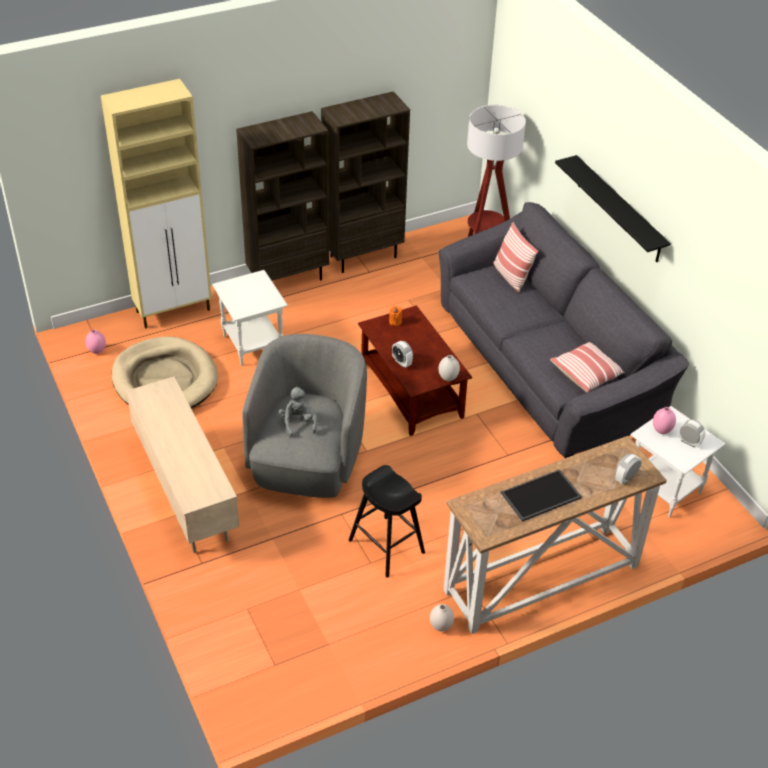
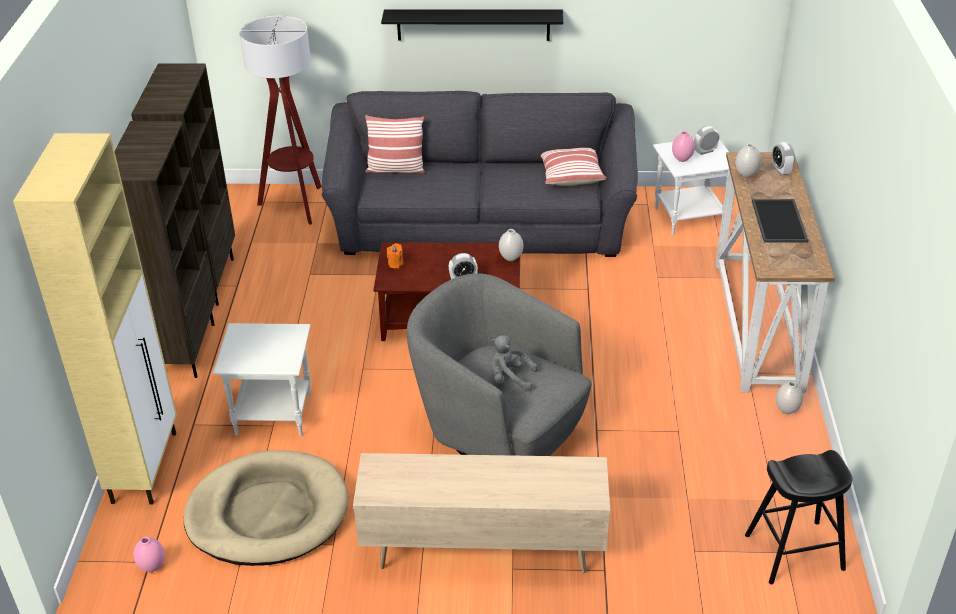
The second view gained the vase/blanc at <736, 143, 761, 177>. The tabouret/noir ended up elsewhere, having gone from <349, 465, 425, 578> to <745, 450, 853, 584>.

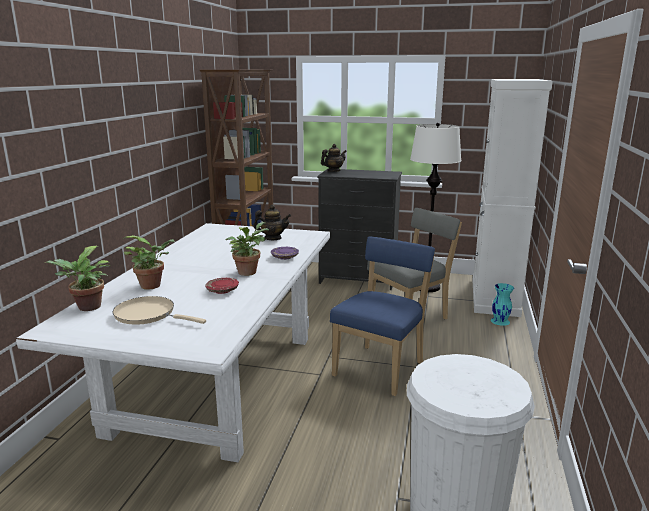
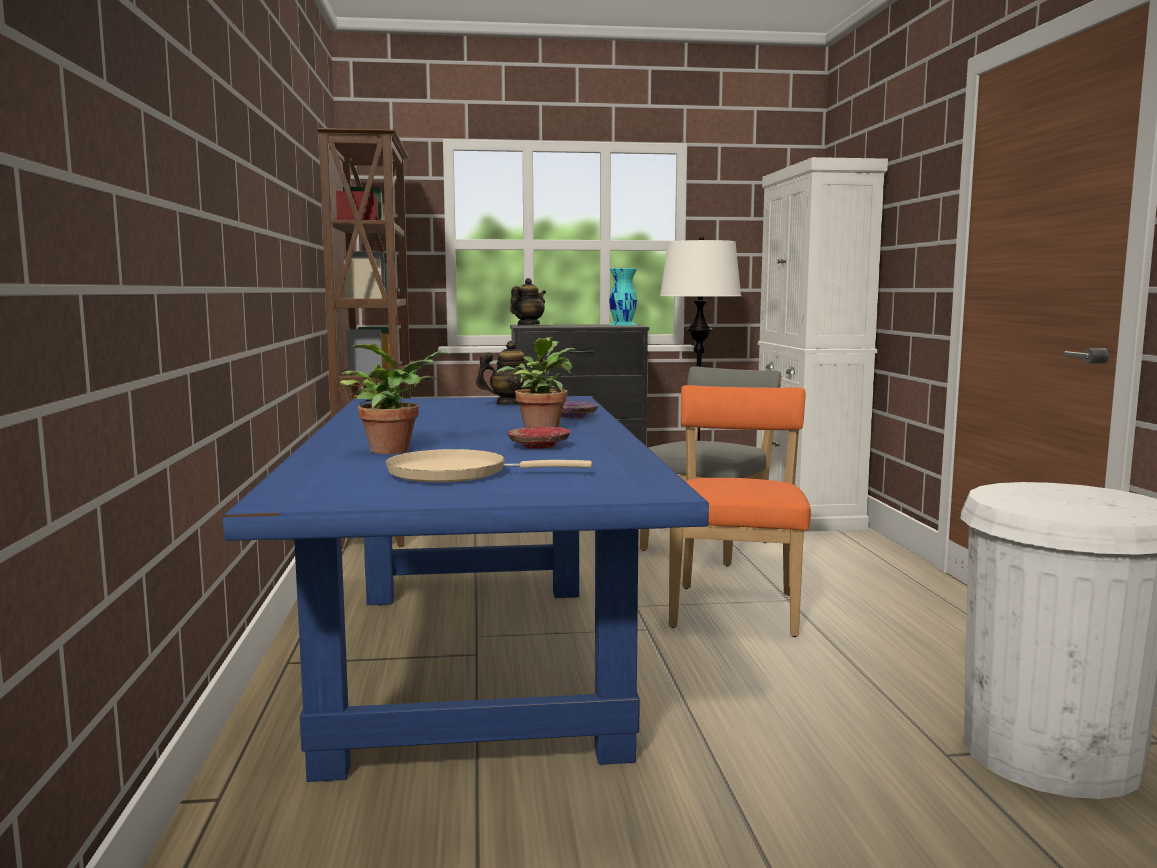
What was the table à manger/blanc at <16, 223, 330, 462> turned into the table à manger/bleu at <223, 396, 709, 782>. The vase/turquoise ended up elsewhere, having gone from <491, 283, 514, 326> to <609, 268, 637, 326>. What was the chaise/bleu at <330, 236, 435, 396> turned into the chaise/orange at <669, 385, 811, 637>. The second view lost the plante en pot at <45, 246, 110, 311>.

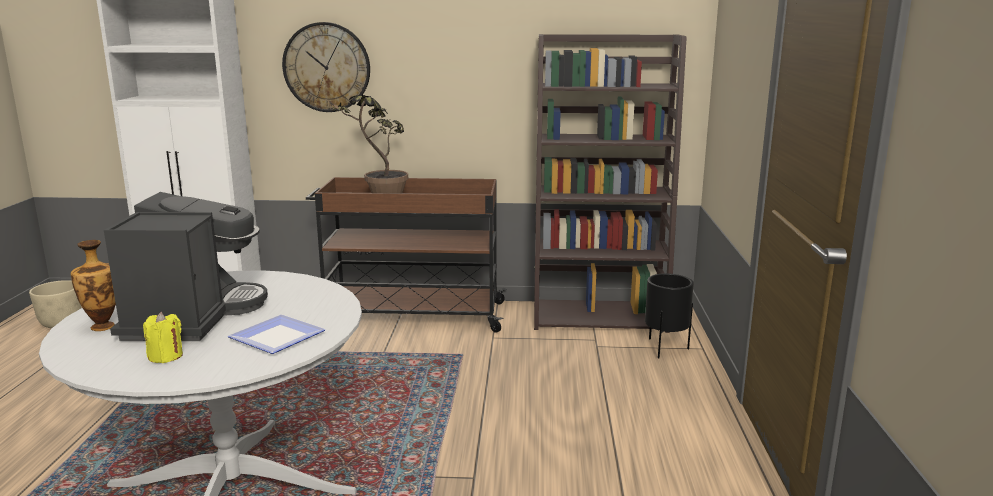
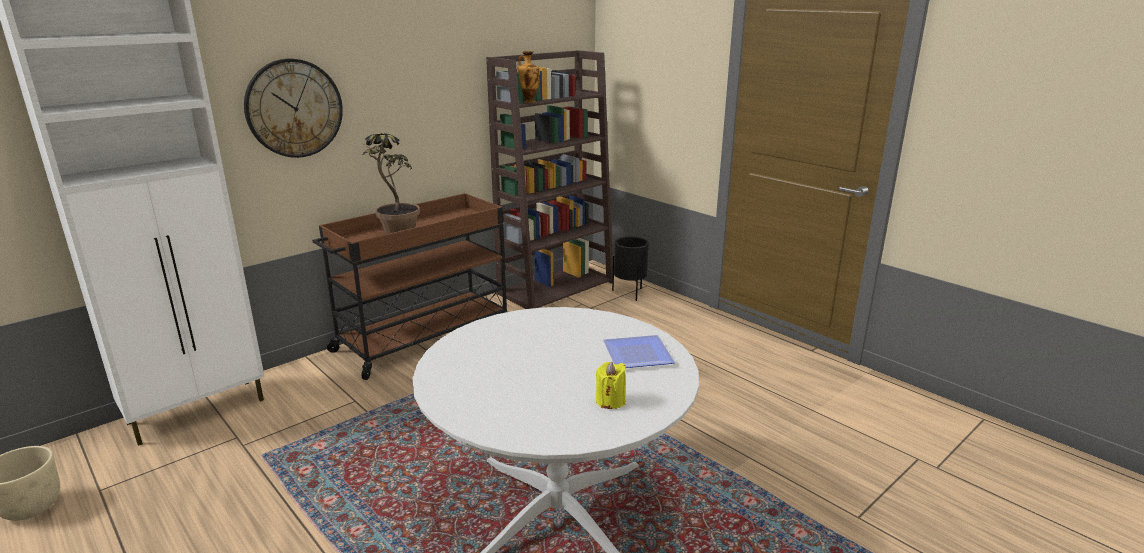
The vase ended up elsewhere, having gone from <71, 240, 116, 331> to <517, 51, 540, 103>. The second view lost the machine à café at <104, 192, 268, 341>.

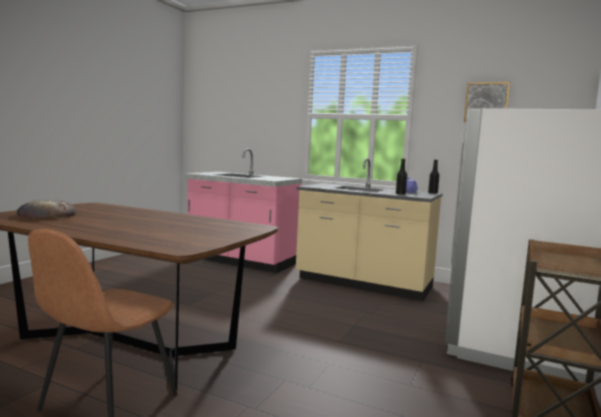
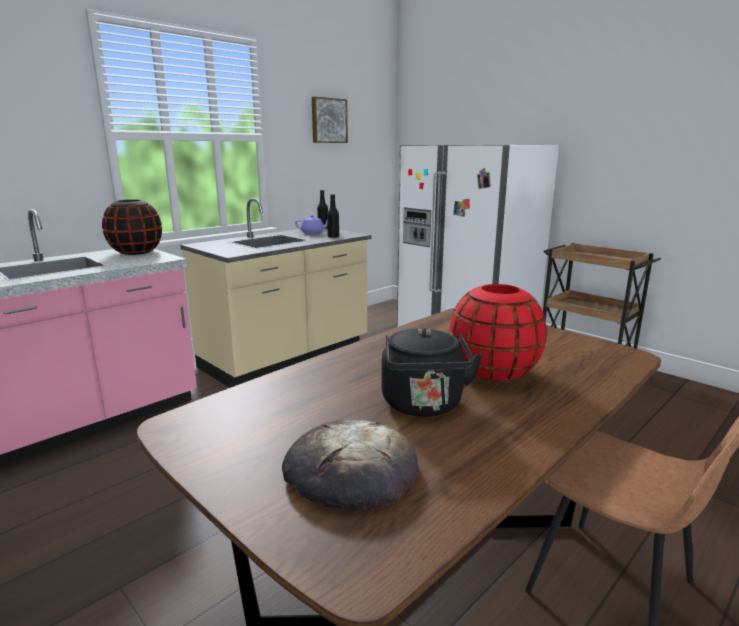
The second view gained the vase/noir at <102, 200, 162, 255>. The second view gained the bouilloire/noir at <381, 328, 482, 417>. The second view gained the vase/rouge at <449, 284, 547, 381>.

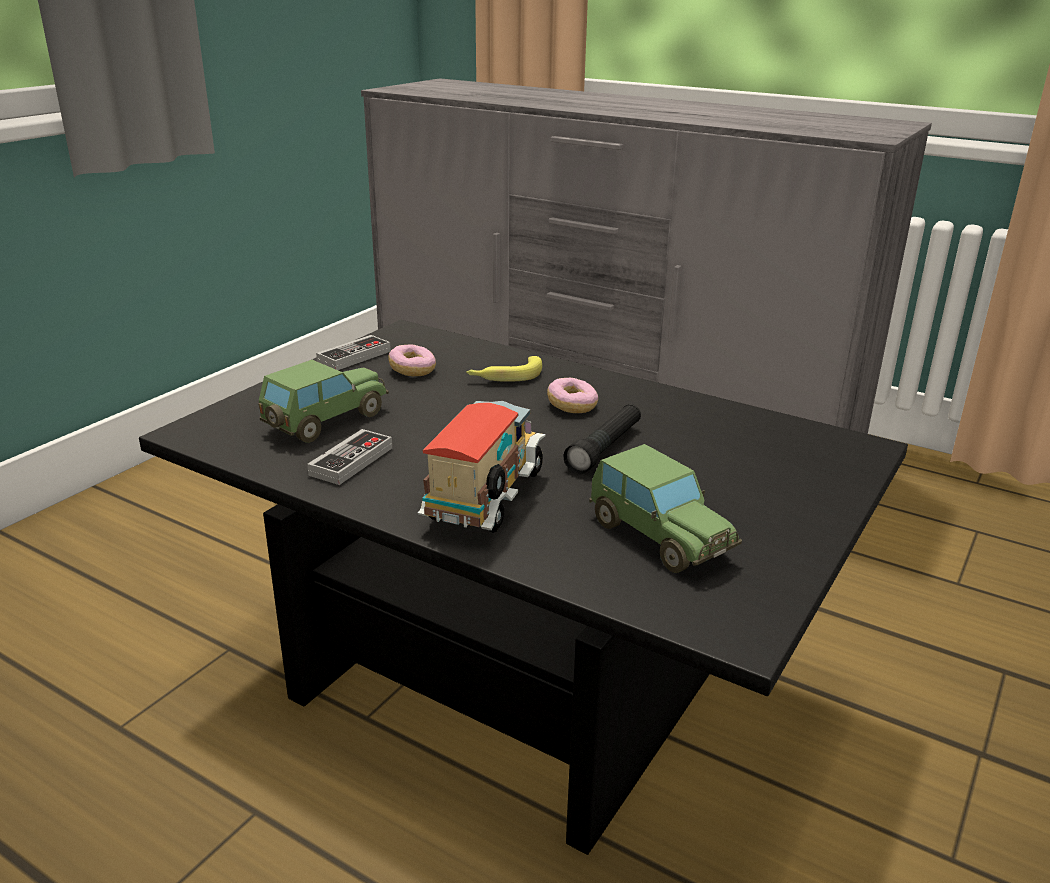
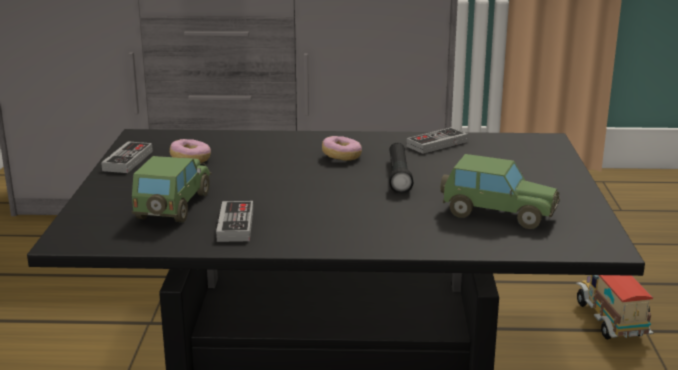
The second view gained the manette at <406, 127, 468, 154>. The camion jouet ended up elsewhere, having gone from <418, 401, 546, 533> to <576, 275, 653, 340>. The second view lost the banane at <466, 356, 542, 382>.

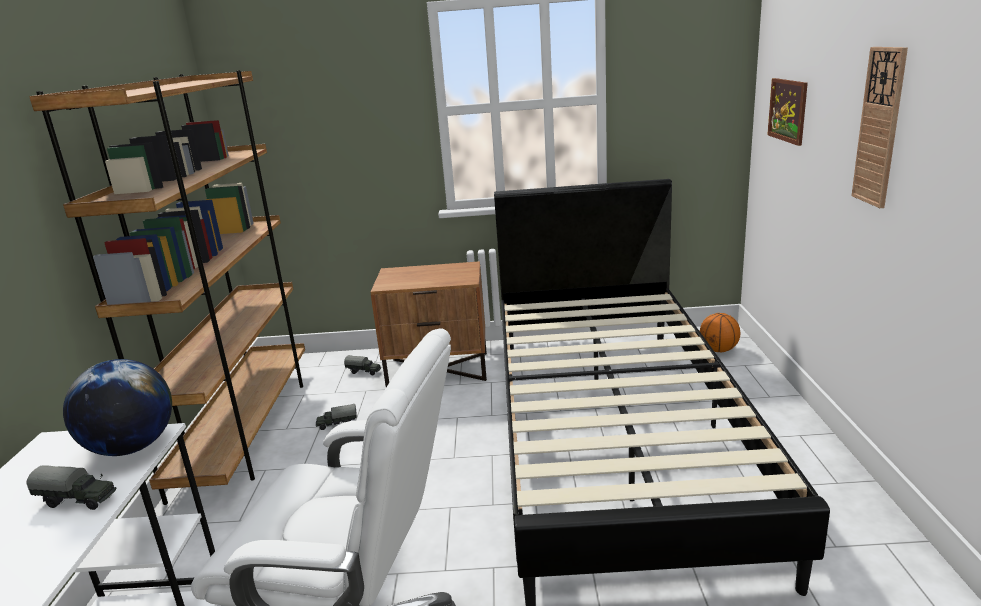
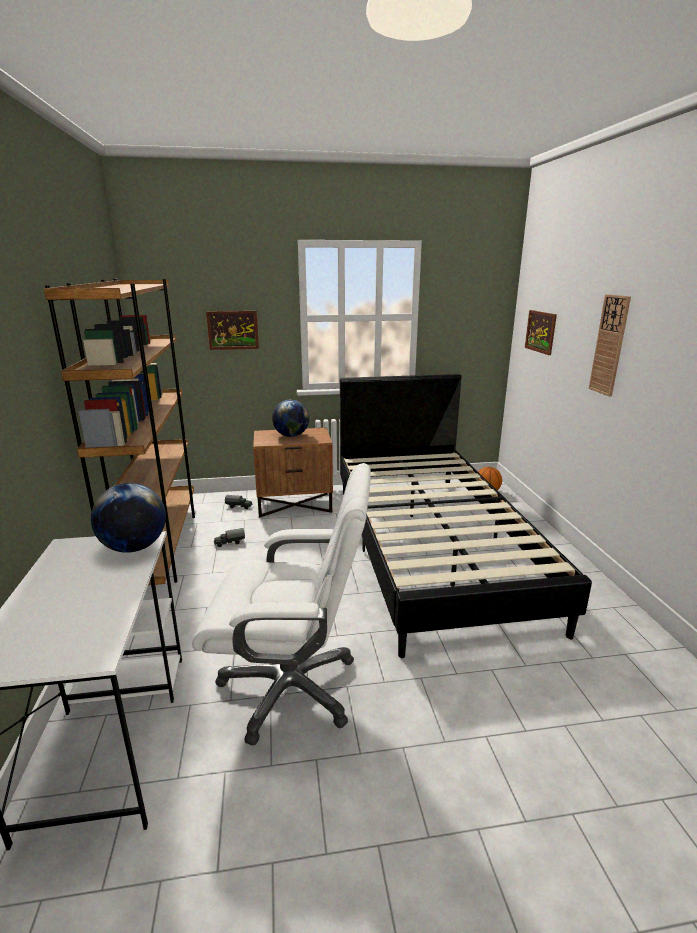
The second view gained the tableau at <206, 311, 259, 350>. The second view gained the globe at <272, 400, 309, 437>. The second view lost the camion jouet at <26, 465, 117, 510>.

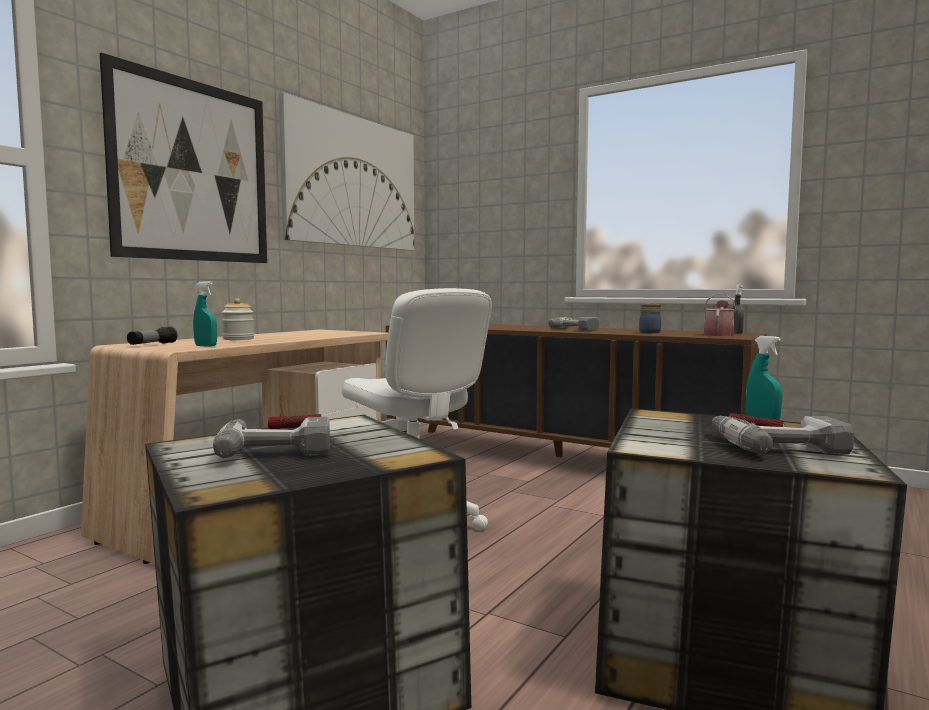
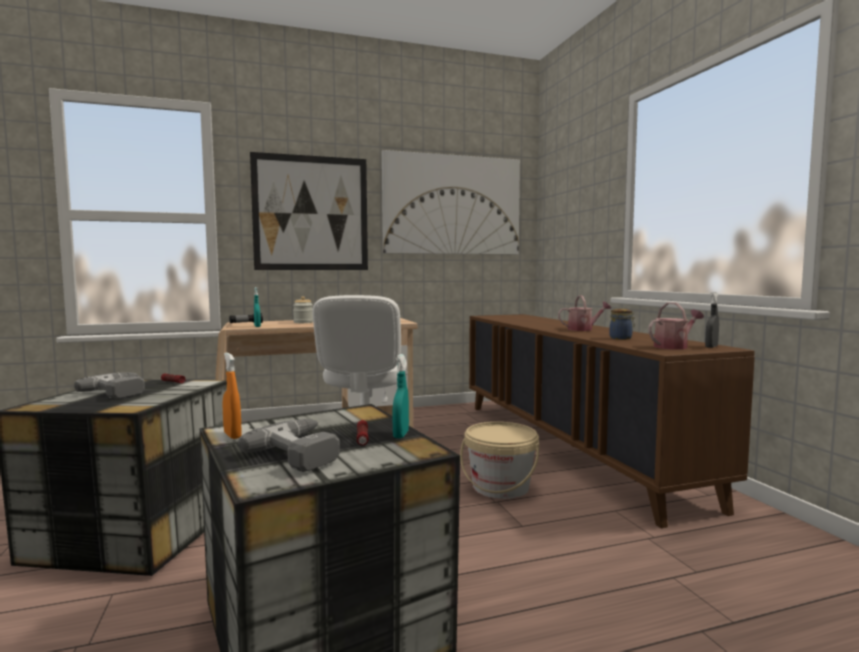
The second view gained the vaporisateur/orange at <222, 353, 241, 439>. The second view gained the seau/beige at <460, 422, 539, 499>. Where the perceuse stood at <548, 317, 599, 331>, the arrosoir came to stand at <558, 295, 611, 331>.

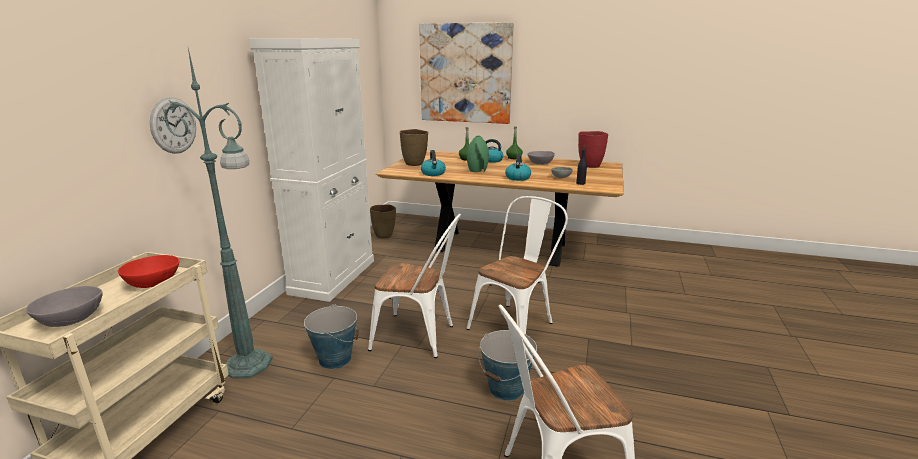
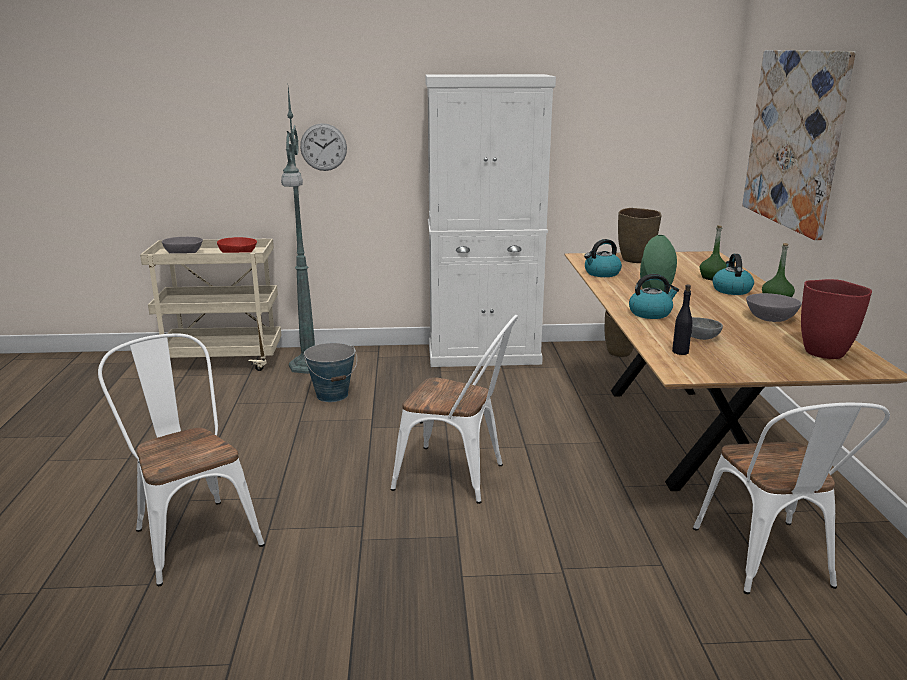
The chaise/blanc ended up elsewhere, having gone from <368, 214, 461, 358> to <693, 403, 890, 594>. The second view lost the seau at <479, 330, 537, 401>.

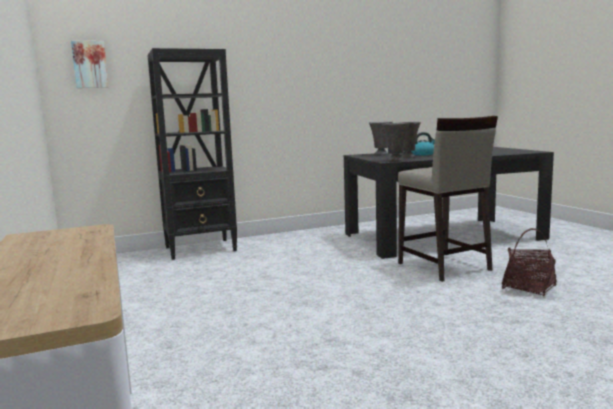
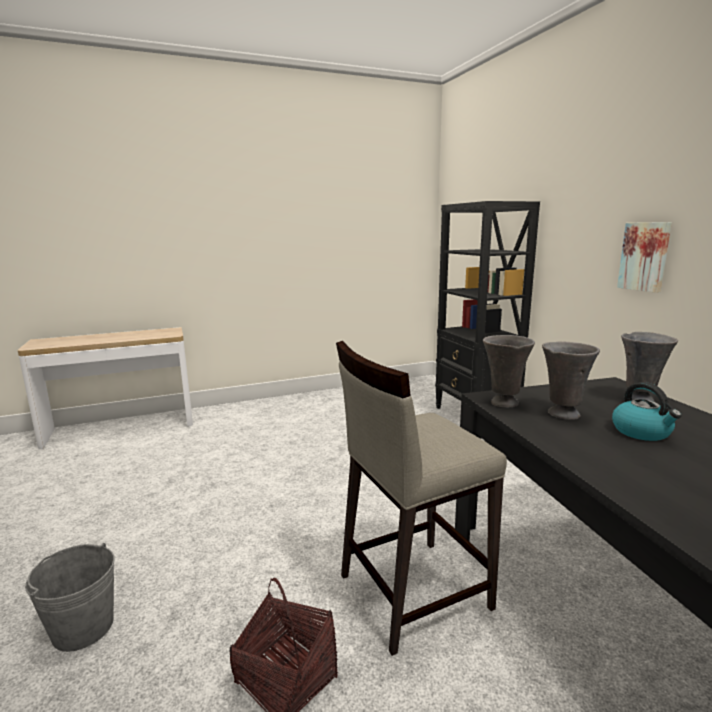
The second view gained the seau/gris at <25, 543, 115, 652>. The tableau ended up elsewhere, having gone from <71, 40, 109, 88> to <617, 222, 672, 293>.

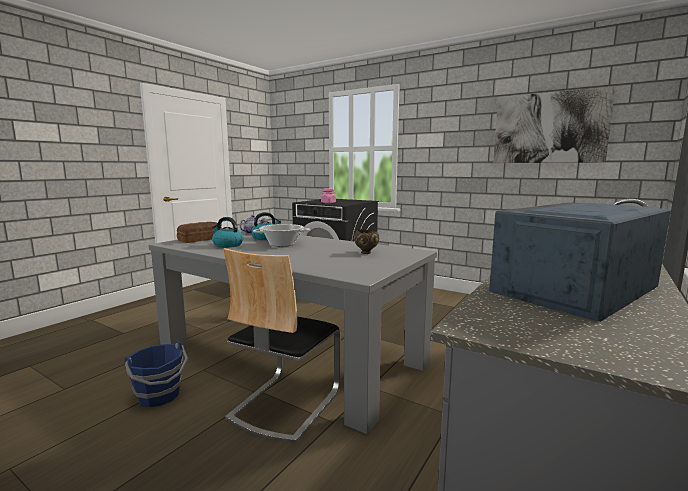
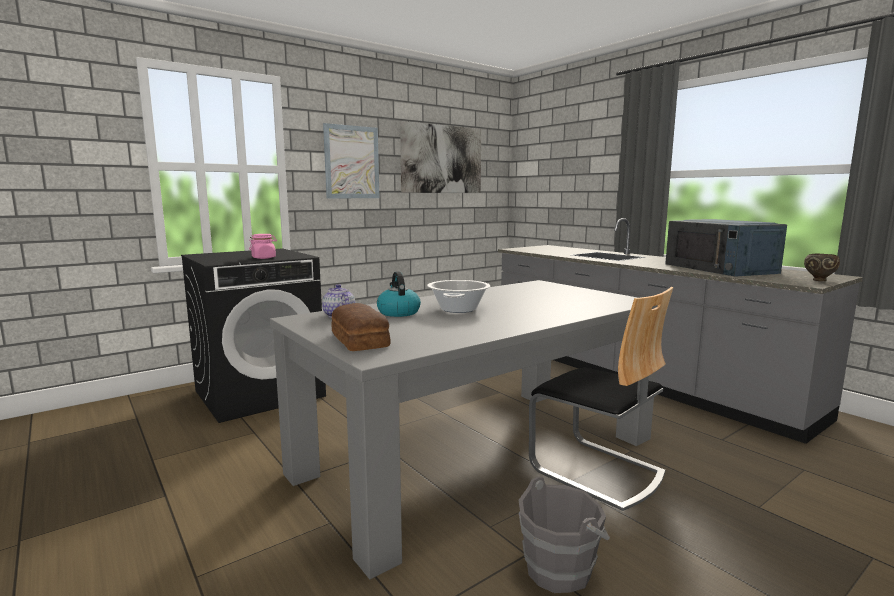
The second view gained the tableau at <323, 123, 380, 198>. What was the seau/bleu at <125, 341, 188, 407> turned into the seau/gris at <519, 477, 610, 593>. The bol/marron ended up elsewhere, having gone from <354, 230, 379, 254> to <804, 253, 840, 281>. The second view lost the bouilloire at <212, 217, 243, 248>.

